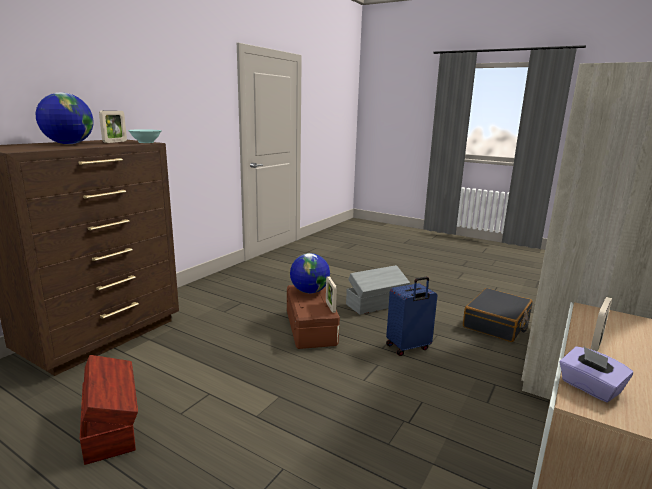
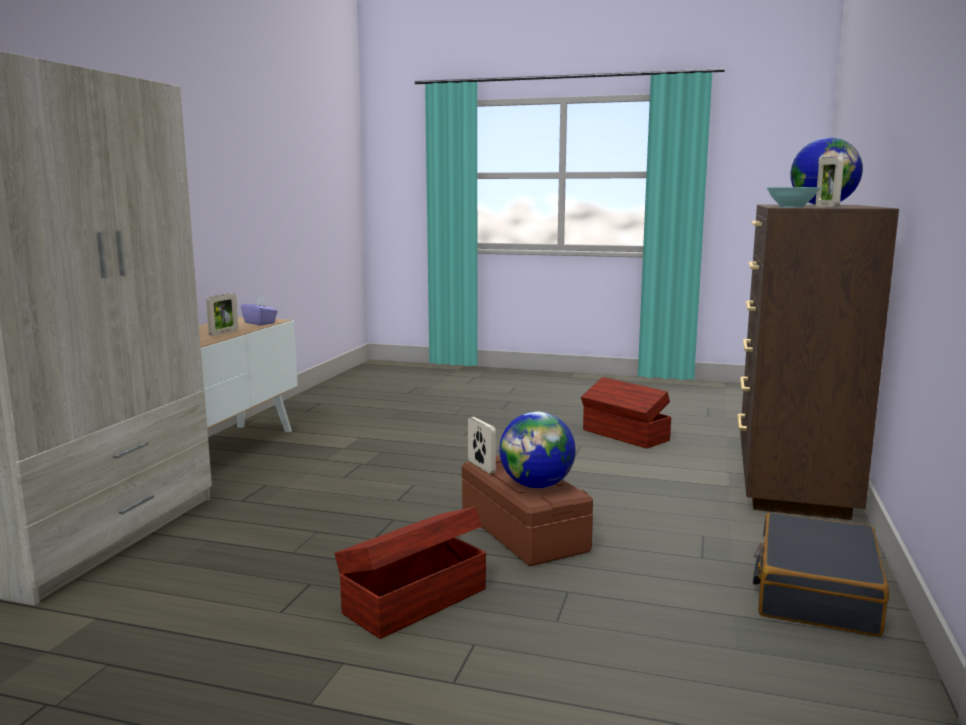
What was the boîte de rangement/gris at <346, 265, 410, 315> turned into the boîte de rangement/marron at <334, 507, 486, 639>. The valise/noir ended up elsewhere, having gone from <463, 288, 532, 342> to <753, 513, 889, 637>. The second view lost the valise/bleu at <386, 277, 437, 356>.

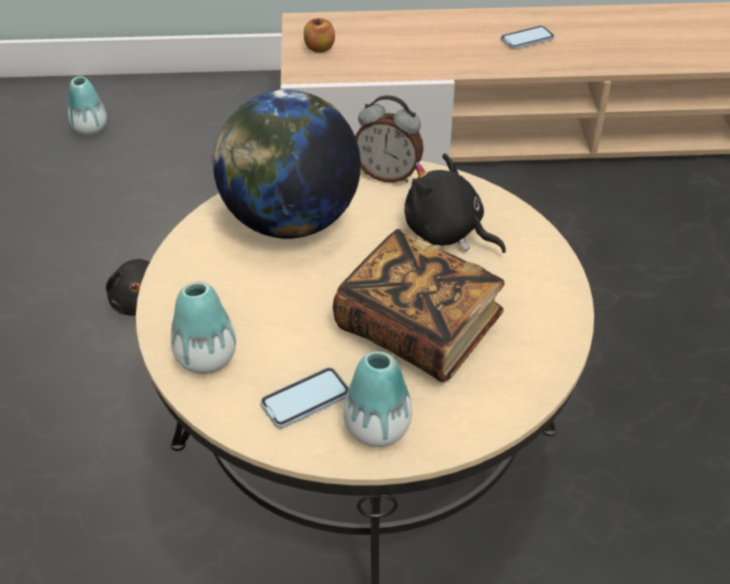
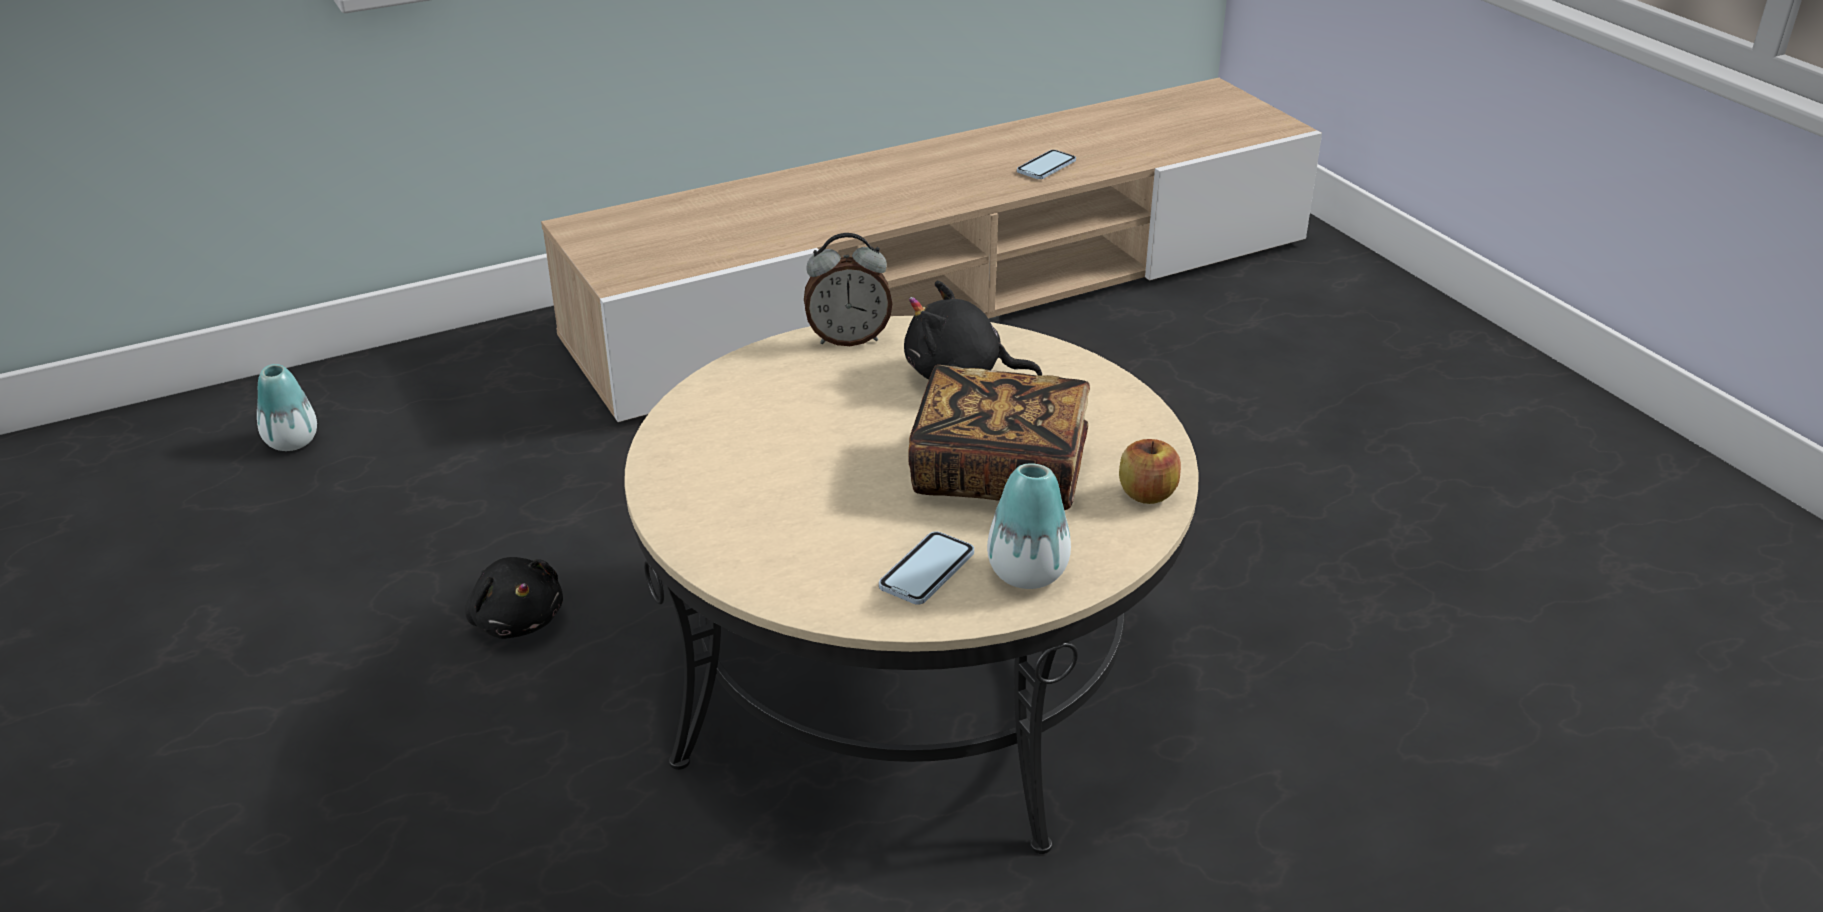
The téléphone ended up elsewhere, having gone from <501, 26, 555, 49> to <1017, 150, 1076, 179>. The pomme ended up elsewhere, having gone from <304, 18, 335, 53> to <1119, 439, 1181, 504>. The second view lost the vase at <171, 281, 236, 374>. The second view lost the globe at <212, 89, 361, 239>.

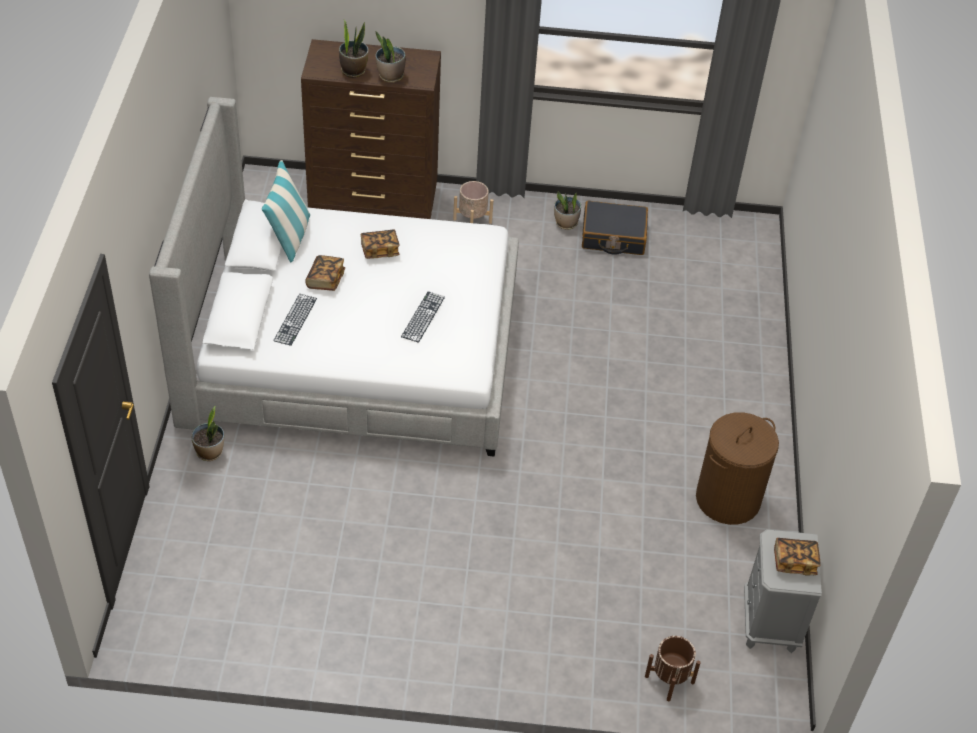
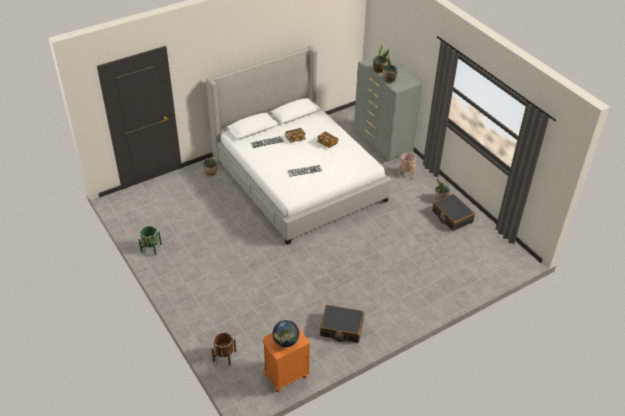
The second view gained the cache-pot/vert at <139, 226, 162, 255>. What was the table de chevet/gris at <744, 529, 822, 653> turned into the table de chevet/orange at <262, 326, 311, 392>. Where the livre stood at <774, 538, 821, 575>, the globe came to stand at <273, 320, 299, 347>. Where the panier à linge/marron stood at <696, 412, 779, 525>, the valise/noir came to stand at <320, 305, 364, 343>. What was the commode/marron at <301, 39, 441, 219> turned into the commode/gris at <354, 54, 422, 162>. The second view lost the coussin at <262, 160, 310, 262>.

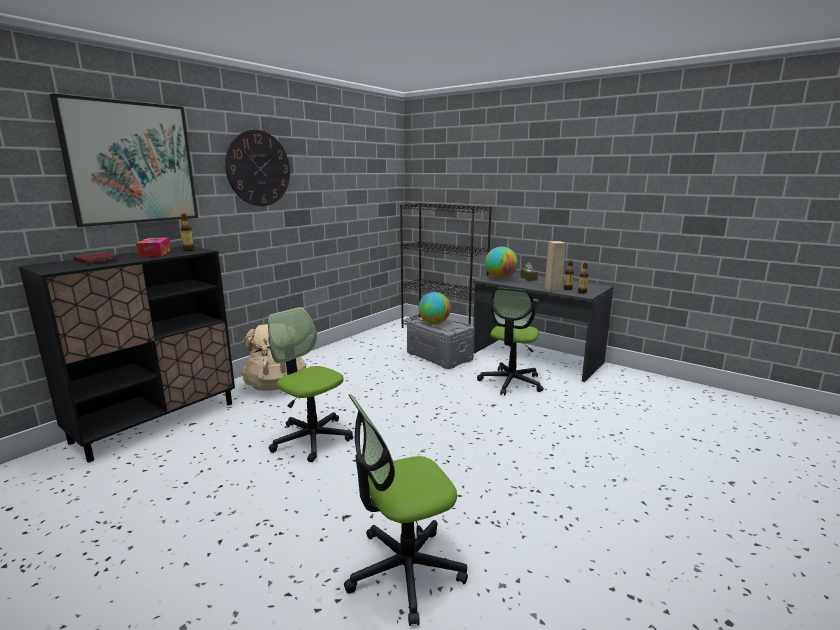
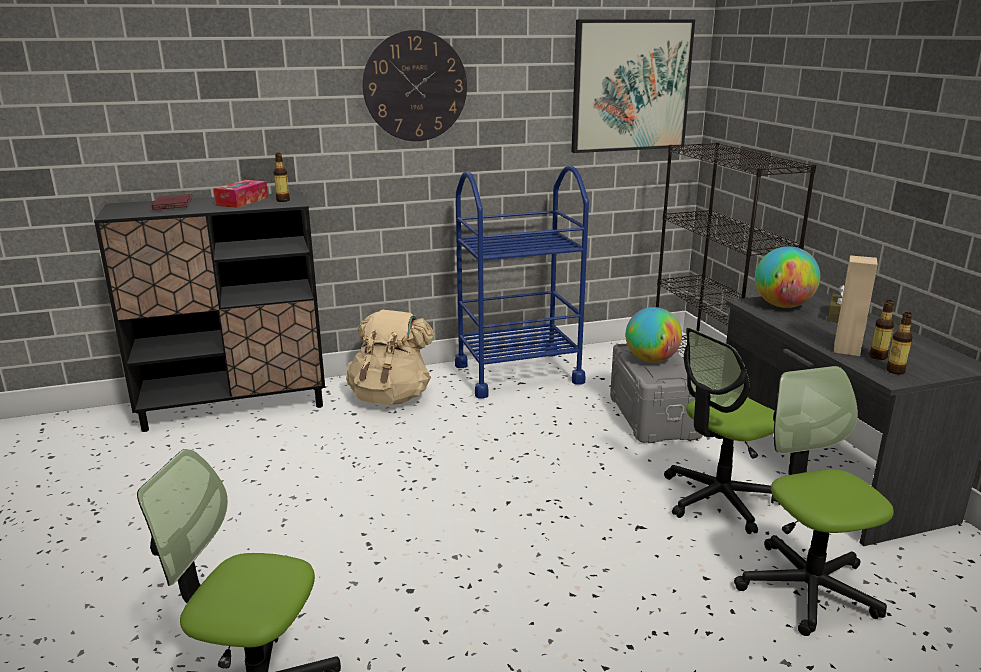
The second view gained the chariot/bleu at <455, 166, 589, 398>. The tableau ended up elsewhere, having gone from <50, 93, 198, 227> to <571, 19, 695, 153>. The chaise de bureau ended up elsewhere, having gone from <268, 307, 353, 462> to <734, 366, 894, 636>.

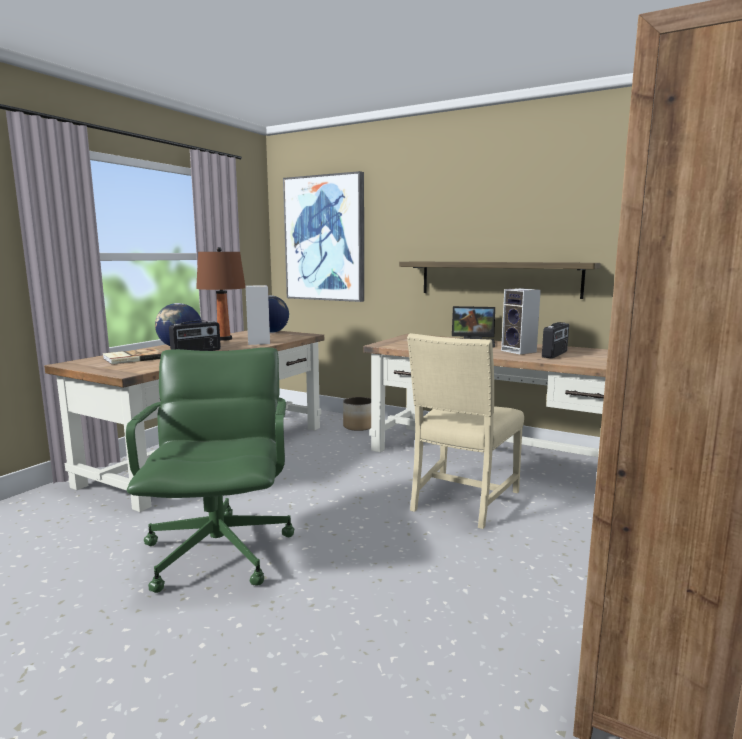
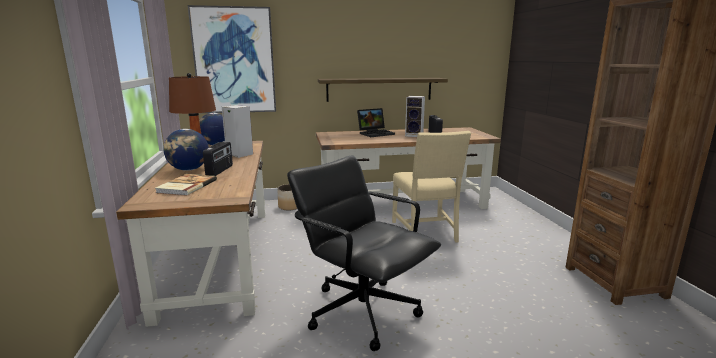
What was the chaise de bureau/vert at <126, 348, 295, 593> turned into the chaise de bureau/noir at <287, 155, 441, 351>.

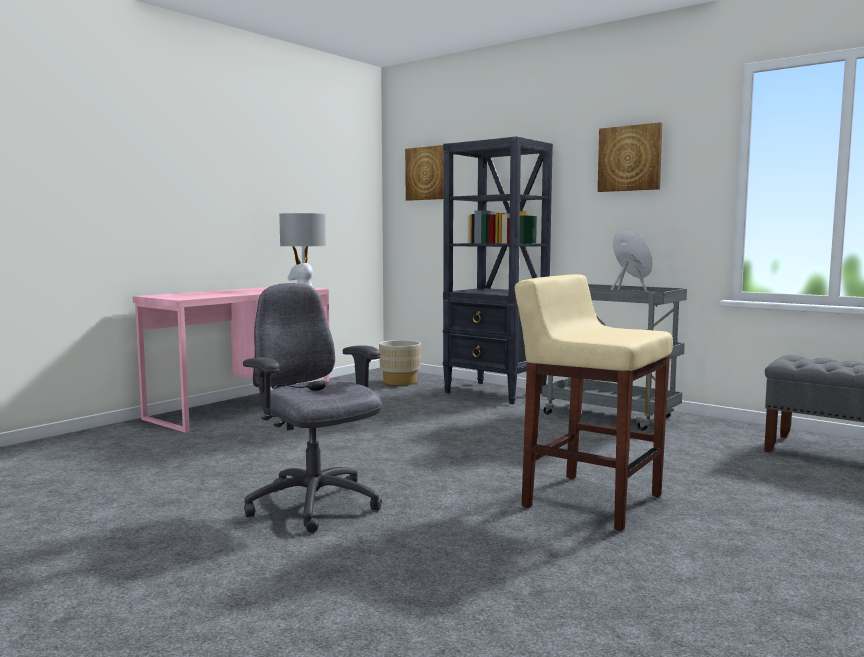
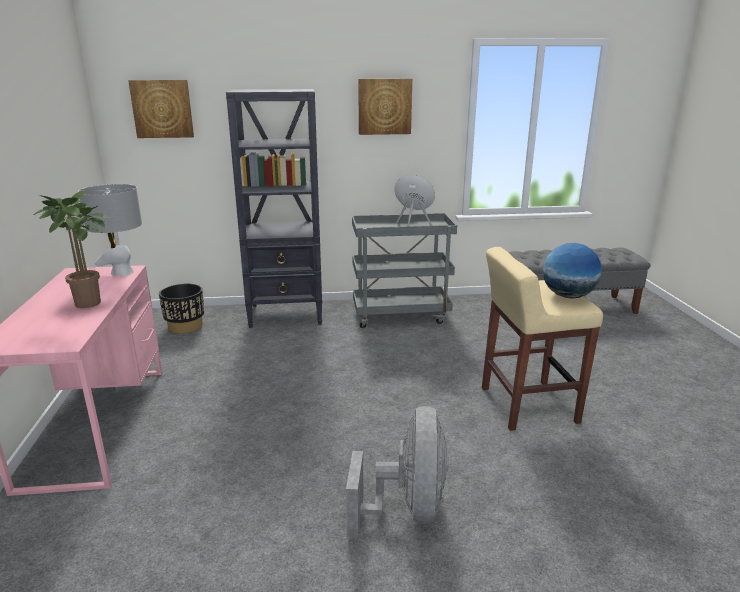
The second view gained the plante en pot at <33, 191, 110, 308>. What was the cache-pot/beige at <379, 340, 421, 385> turned into the cache-pot/noir at <159, 284, 204, 333>. Where the chaise de bureau/gris stood at <243, 283, 382, 533>, the ventilateur/gris came to stand at <346, 406, 449, 538>. The second view gained the globe at <543, 243, 602, 299>.

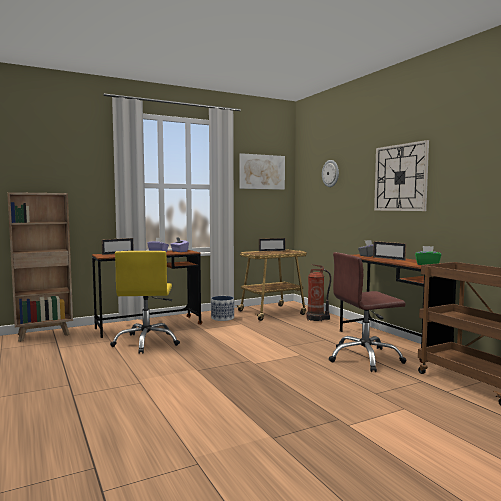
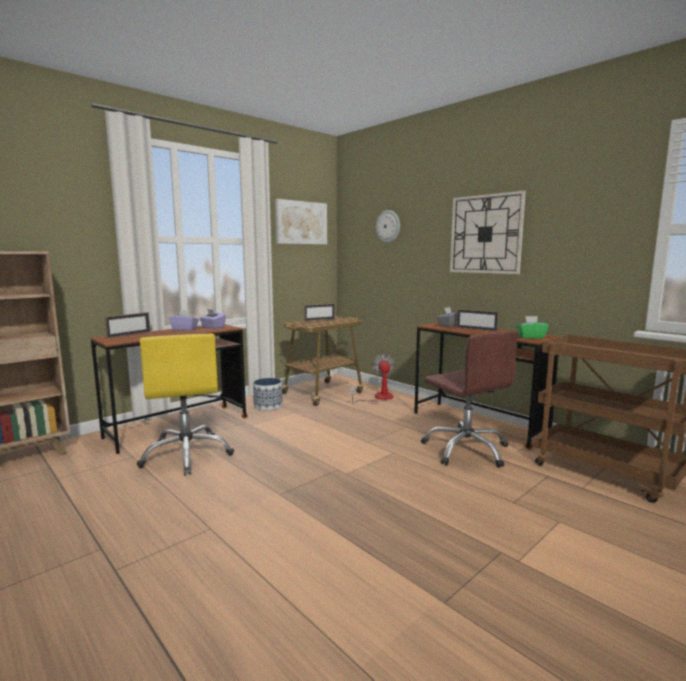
Where the extincteur stood at <306, 264, 331, 321>, the ventilateur came to stand at <350, 354, 395, 404>. The chaise de bureau/marron at <329, 252, 406, 372> ended up facing another way, 90 degrees counterclockwise from before.

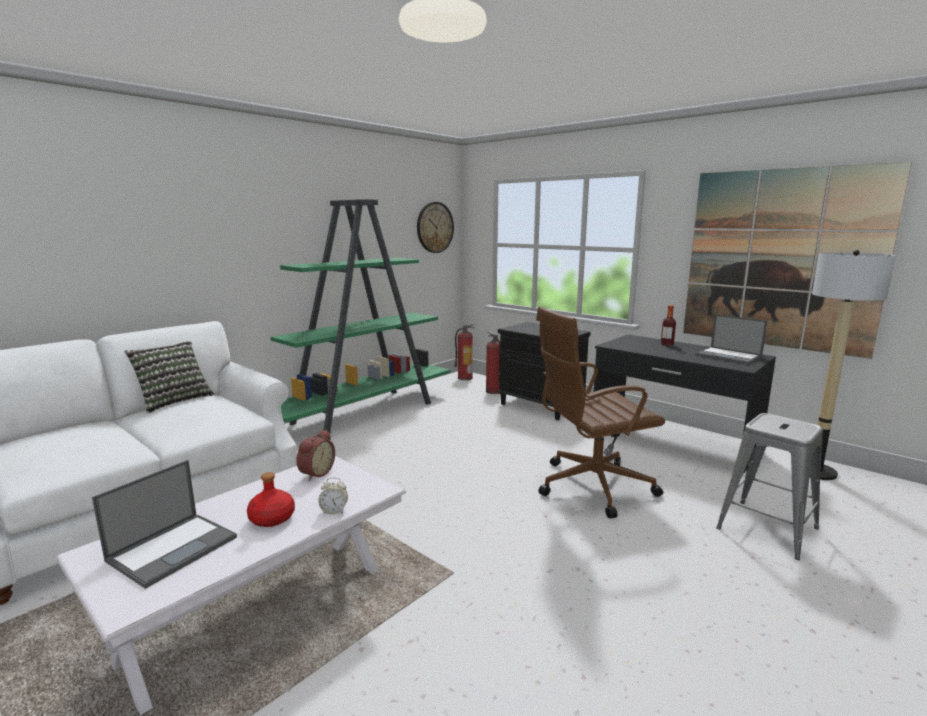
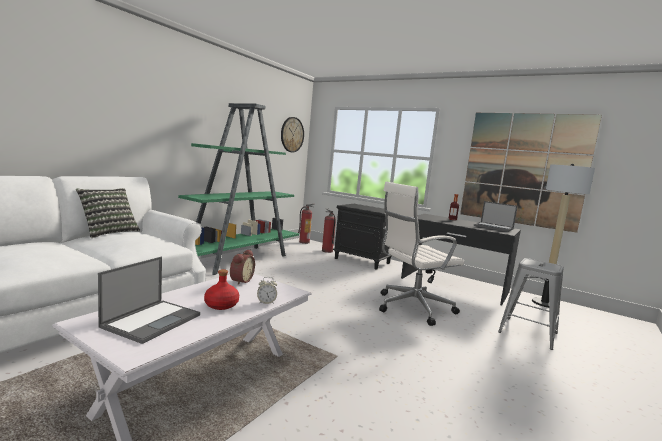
What was the chaise de bureau/marron at <536, 306, 665, 518> turned into the chaise de bureau/blanc at <379, 182, 464, 326>.

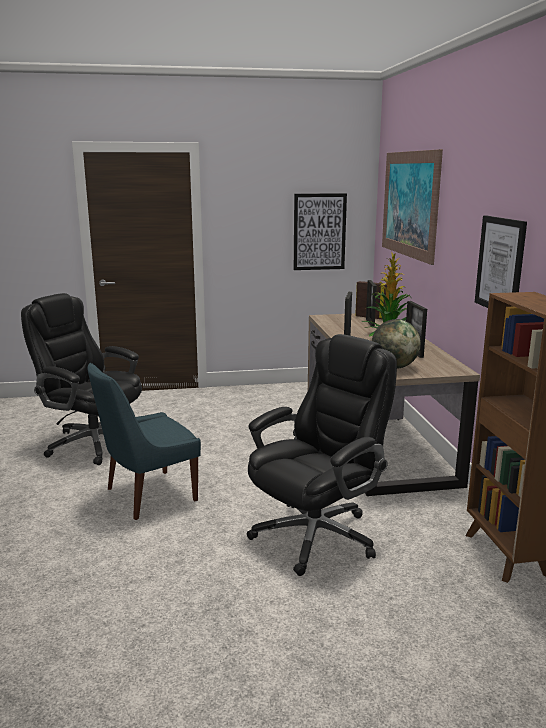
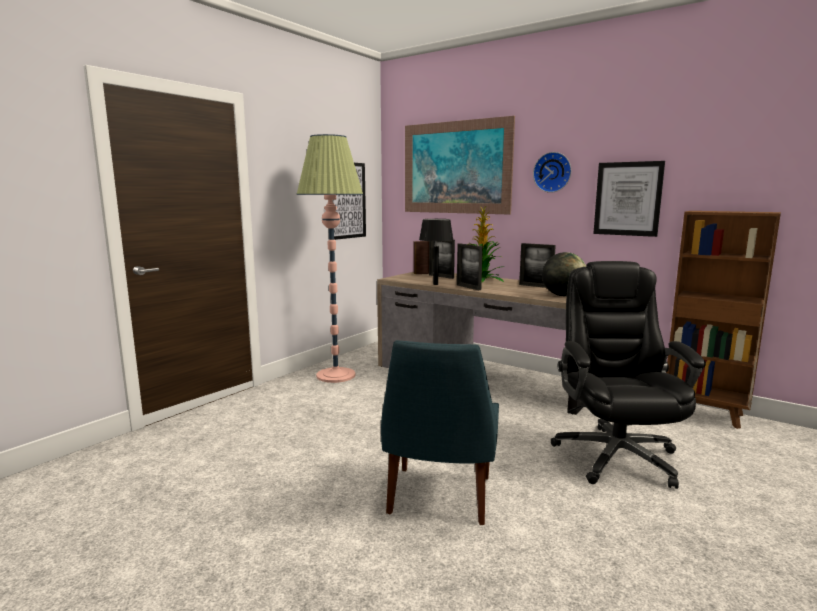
The second view gained the lampadaire at <297, 134, 363, 383>. The second view gained the lampe de table/noir at <419, 219, 454, 285>. The second view gained the horloge murale at <533, 152, 571, 193>. The second view lost the chaise de bureau/noir at <21, 293, 142, 465>.

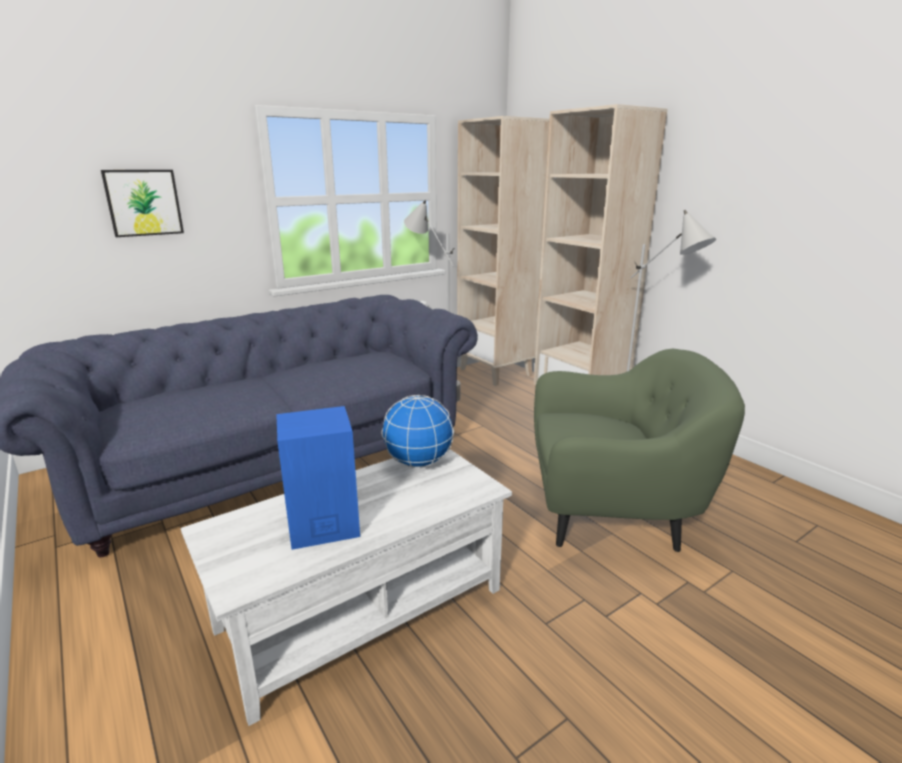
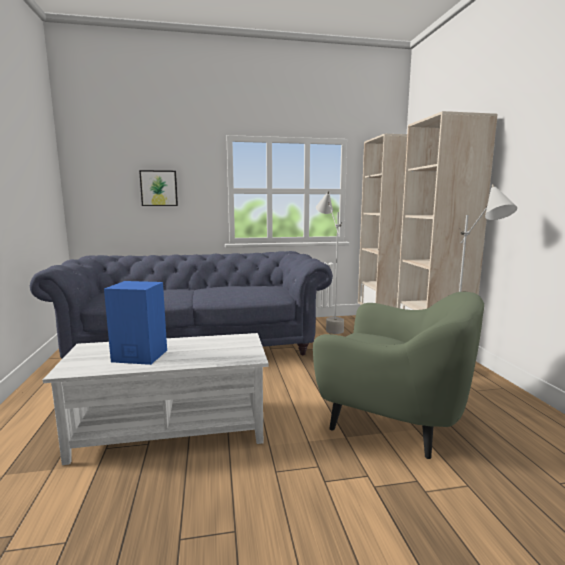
The second view lost the globe at <381, 395, 454, 468>.

